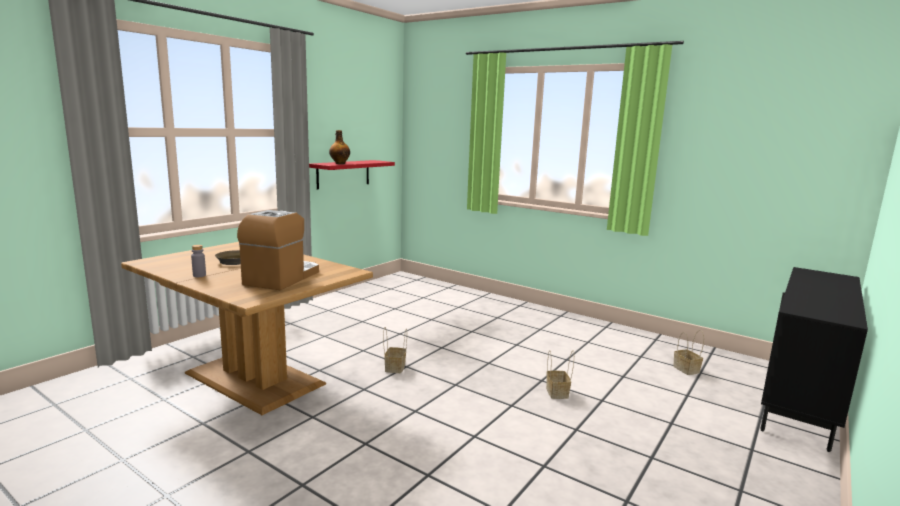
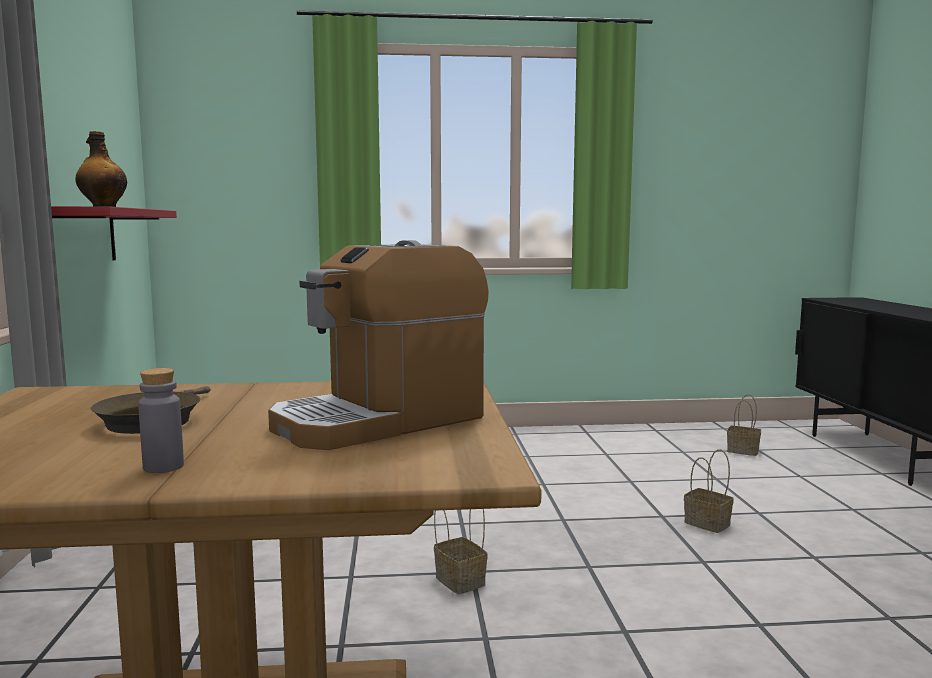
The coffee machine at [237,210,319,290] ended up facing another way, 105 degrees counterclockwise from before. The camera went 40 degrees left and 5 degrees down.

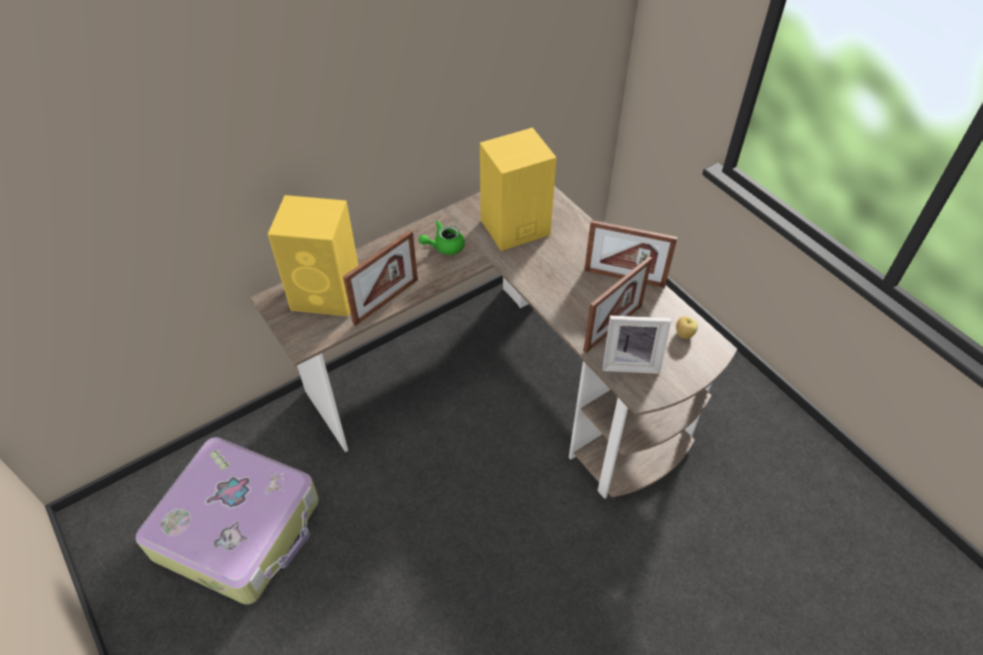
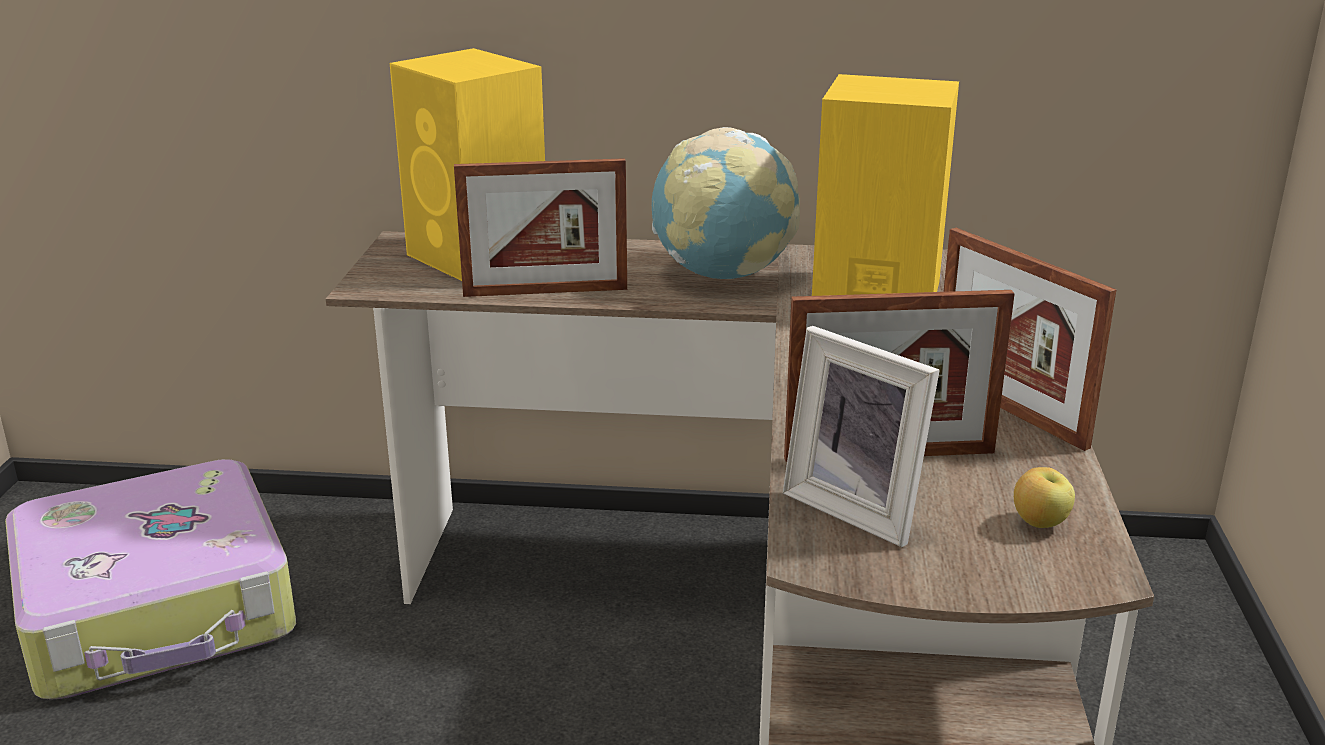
Where the green teapot stood at [419,220,465,255], the globe came to stand at [652,127,800,279]. The camera went 40 degrees right and 25 degrees down.

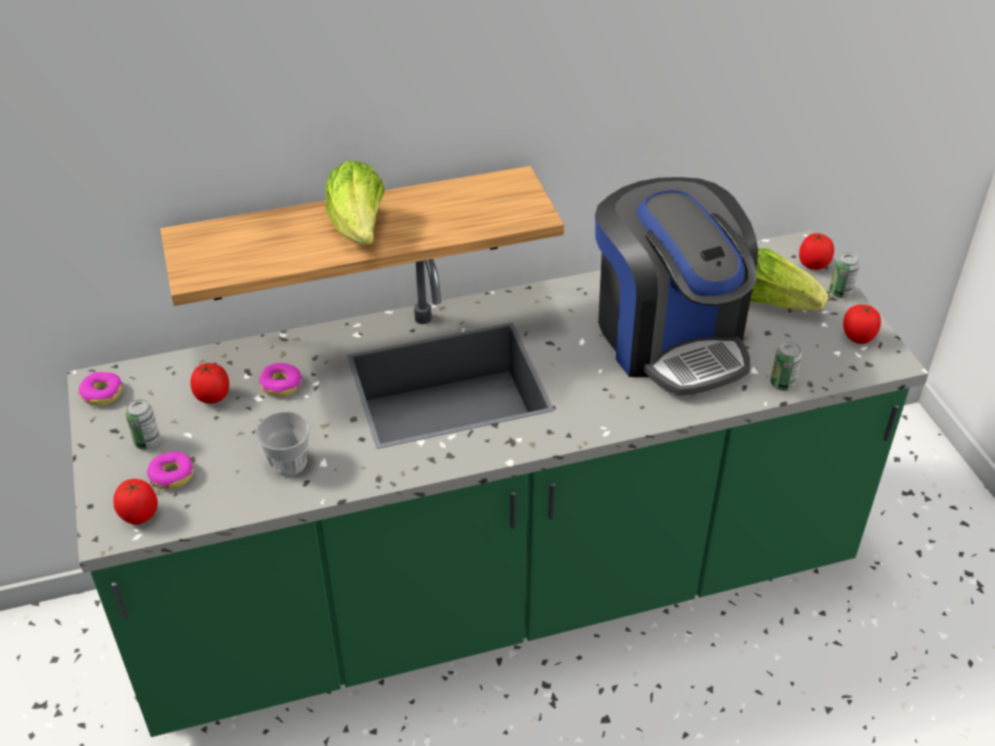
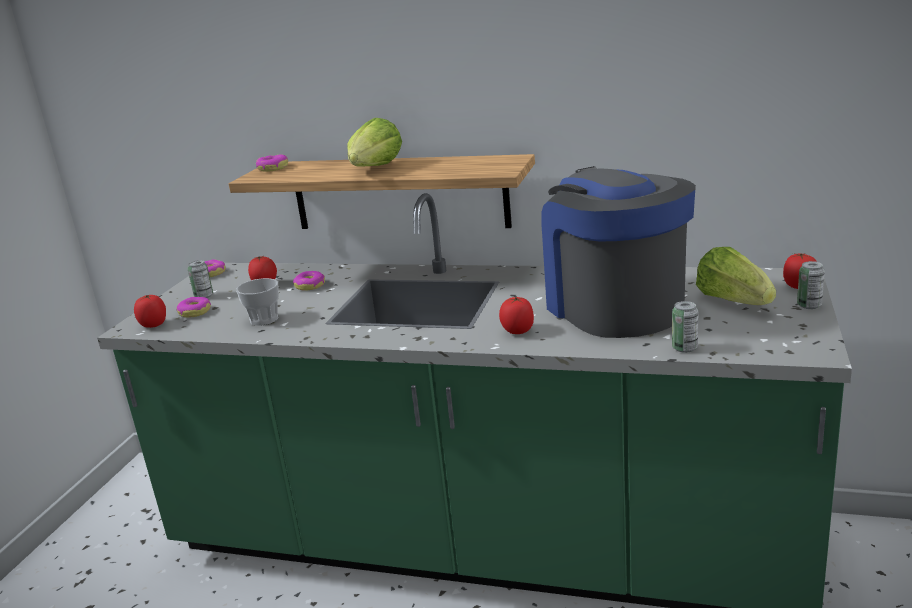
The second view gained the donut at [256,154,288,172]. The tomato ended up elsewhere, having gone from [843,305,881,344] to [499,297,534,334]. The coffee machine at [595,177,758,396] ended up facing another way, 150 degrees clockwise from before. The camera went 35 degrees right and 20 degrees down.

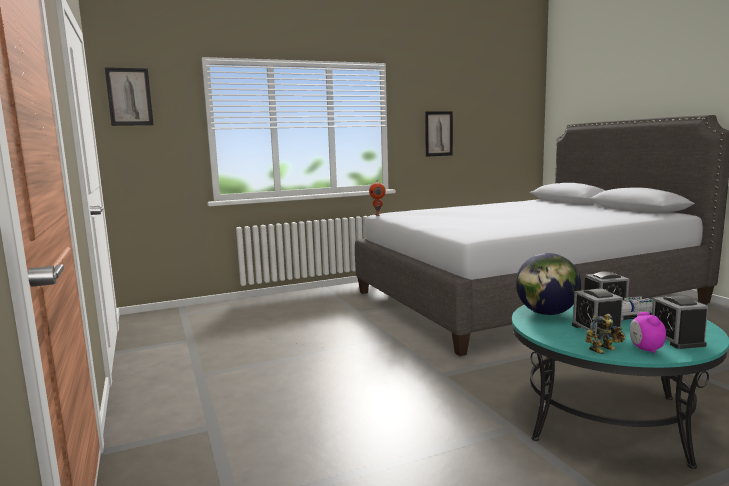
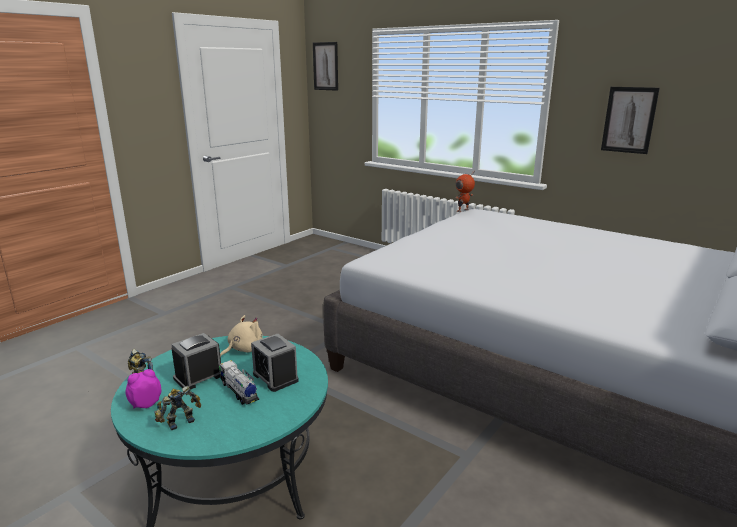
Where the alarm clock stood at [652,296,708,349], the toy robot came to stand at [154,386,201,430]. Where the globe stood at [516,253,581,315], the beige plush toy came to stand at [220,315,263,357]. The camera went 60 degrees right and 10 degrees up.

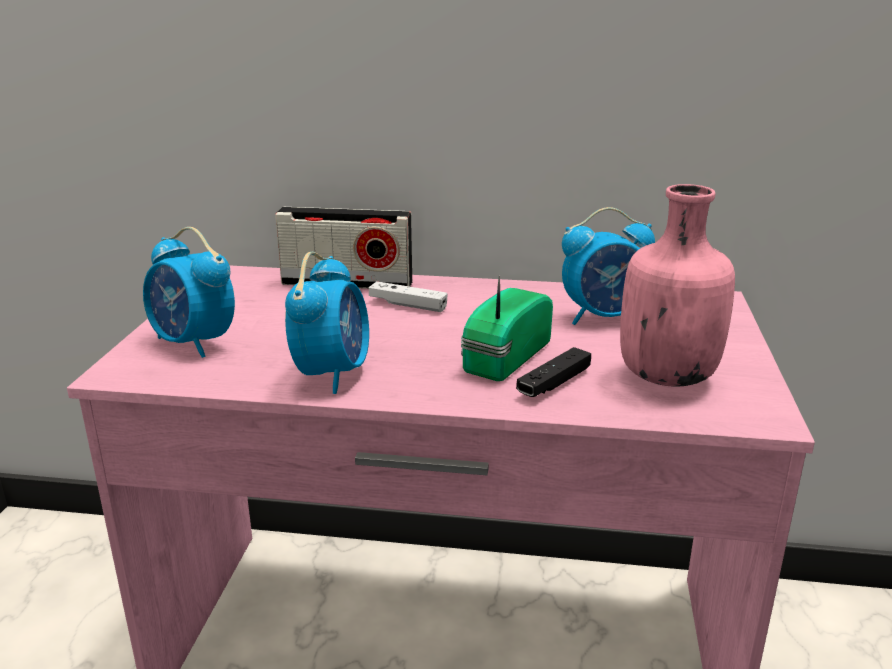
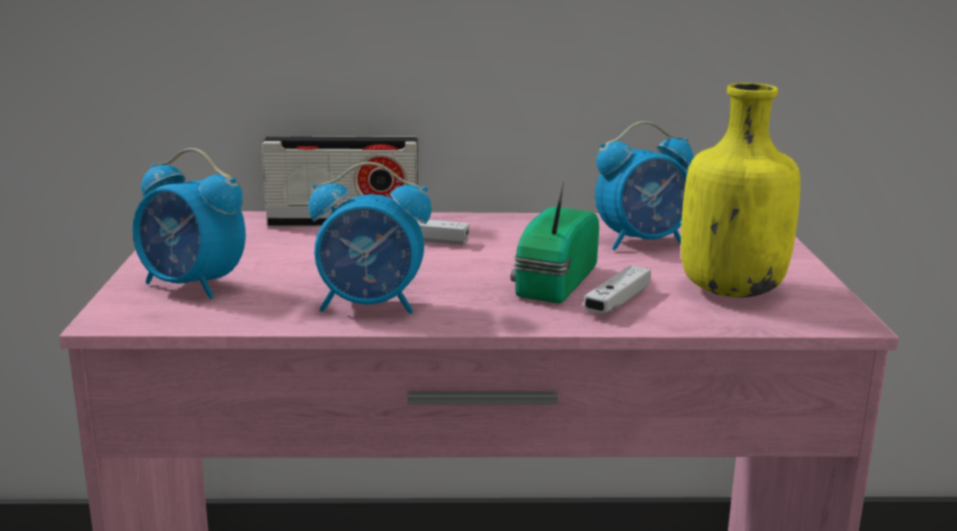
The alarm clock at [285,252,369,394] ended up facing another way, 90 degrees clockwise from before. What was the black game controller at [516,347,591,397] turned into the white game controller at [583,265,651,314]. What was the pink bottle at [620,184,735,387] turned into the yellow bottle at [681,83,801,298]. The camera went 10 degrees left and 5 degrees down.

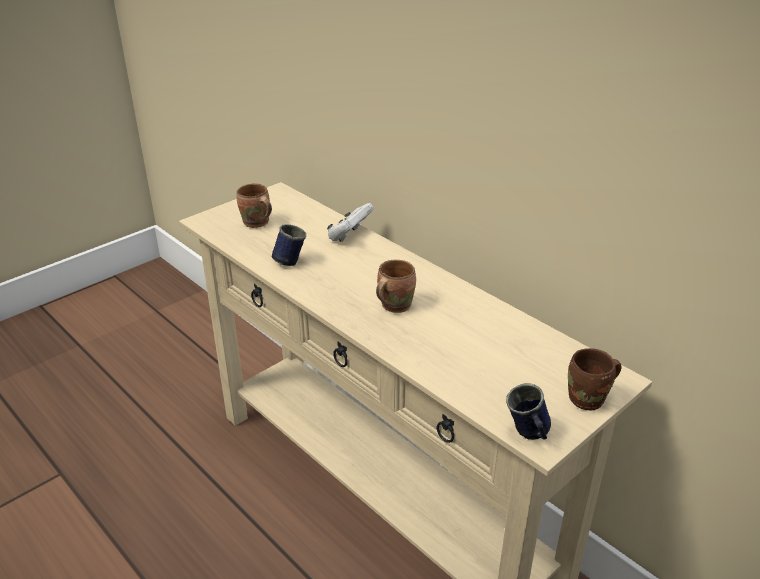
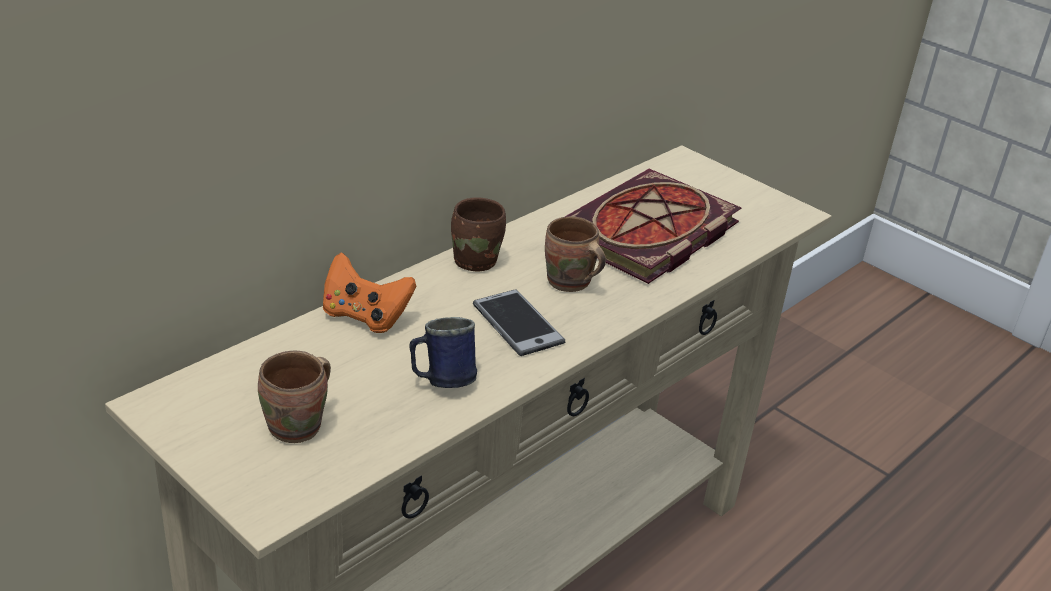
What was the white game controller at [327,203,374,242] turned into the orange game controller at [323,252,416,333]. The brown mug ended up elsewhere, having gone from [568,348,622,410] to [451,197,506,272]. The second view gained the phone at [473,290,565,356]. The second view gained the book at [565,169,741,284]. The second view lost the blue mug at [506,383,551,440]. The camera went 95 degrees left and 0 degrees up.

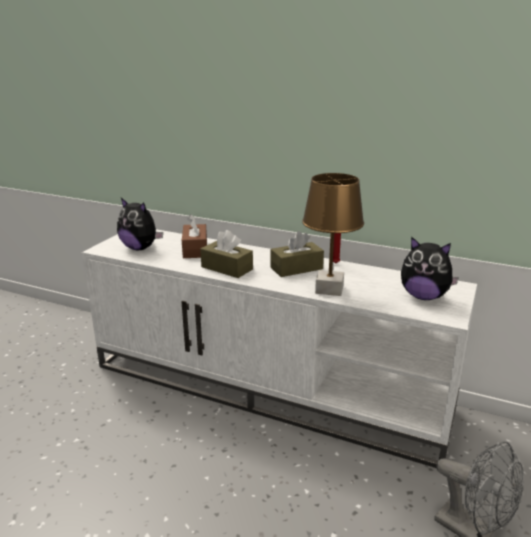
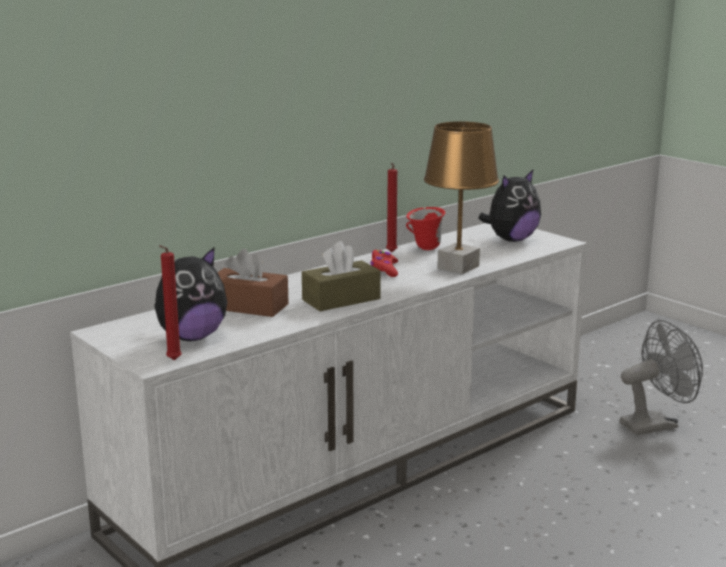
The second view gained the red candle at [159,245,182,360]. Where the brown tissue box stood at [270,231,324,277], the red game controller came to stand at [370,250,398,277]. The second view gained the red mug at [406,207,445,250]. The camera went 65 degrees left and 5 degrees down.

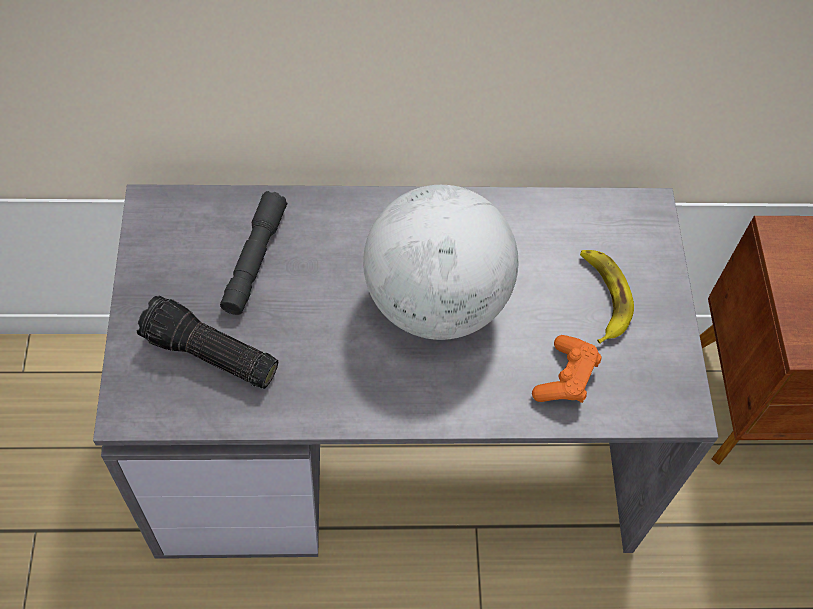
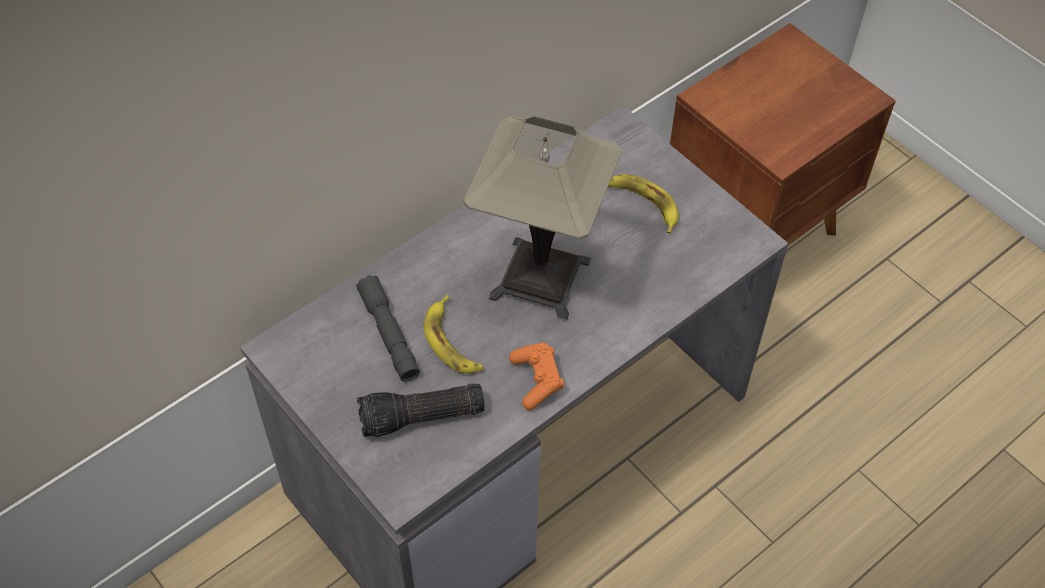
The second view gained the banana at [424,295,483,373]. Where the globe stood at [363,185,518,340], the table lamp came to stand at [463,115,622,321]. The orange game controller ended up elsewhere, having gone from [532,335,601,403] to [509,343,564,410]. The camera went 35 degrees left and 5 degrees down.

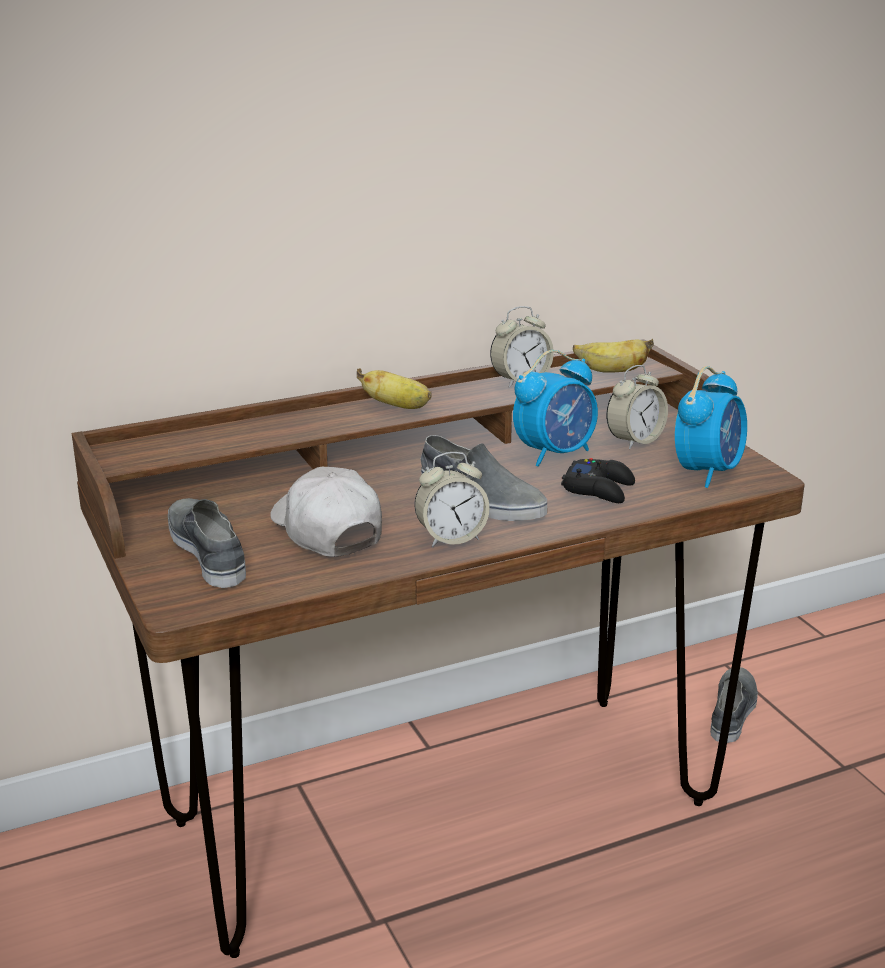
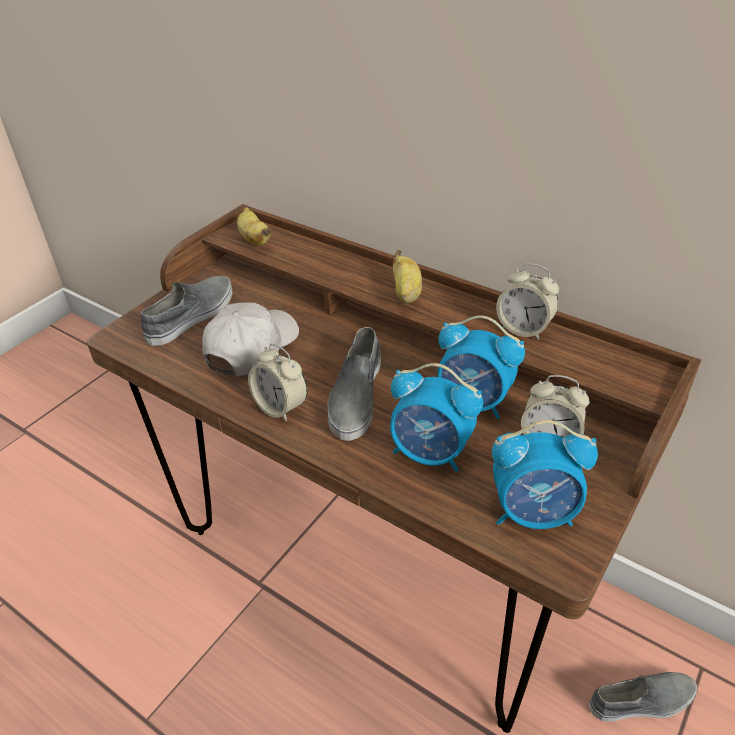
The banana ended up elsewhere, having gone from [573,339,654,373] to [237,207,271,245]. Where the black game controller stood at [561,458,635,503], the alarm clock came to stand at [390,363,483,472]. The camera went 60 degrees right and 15 degrees up.

